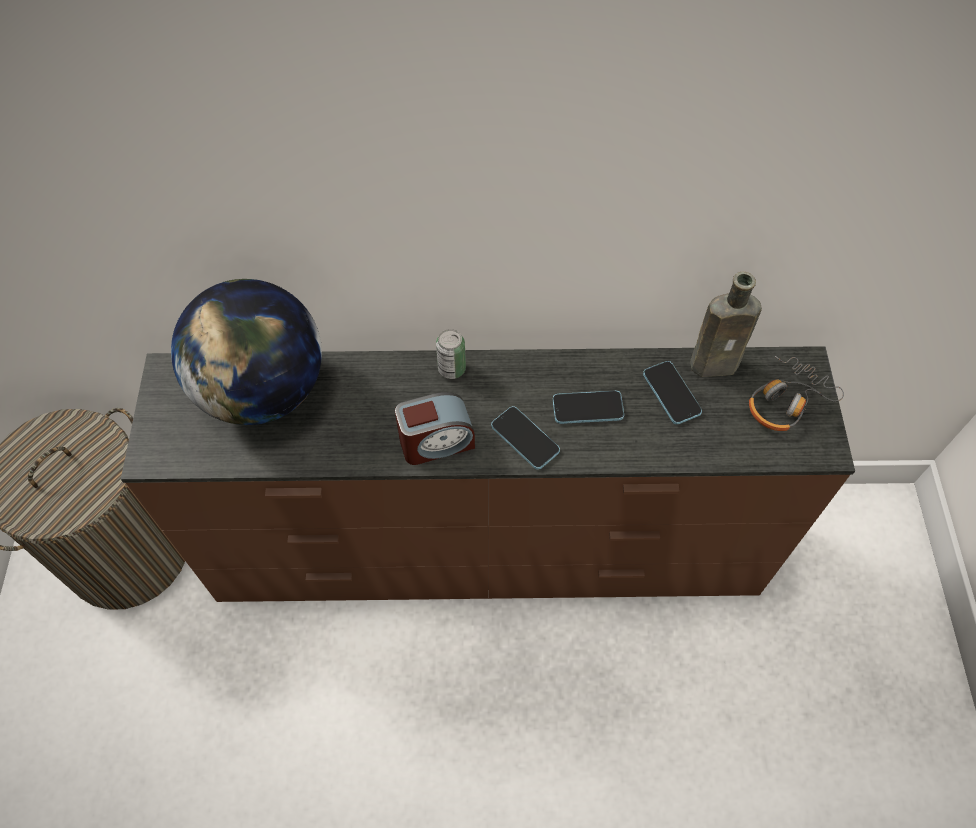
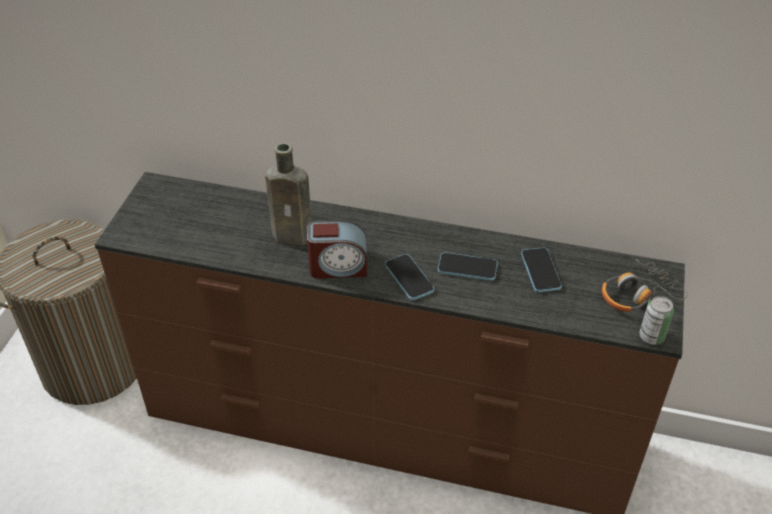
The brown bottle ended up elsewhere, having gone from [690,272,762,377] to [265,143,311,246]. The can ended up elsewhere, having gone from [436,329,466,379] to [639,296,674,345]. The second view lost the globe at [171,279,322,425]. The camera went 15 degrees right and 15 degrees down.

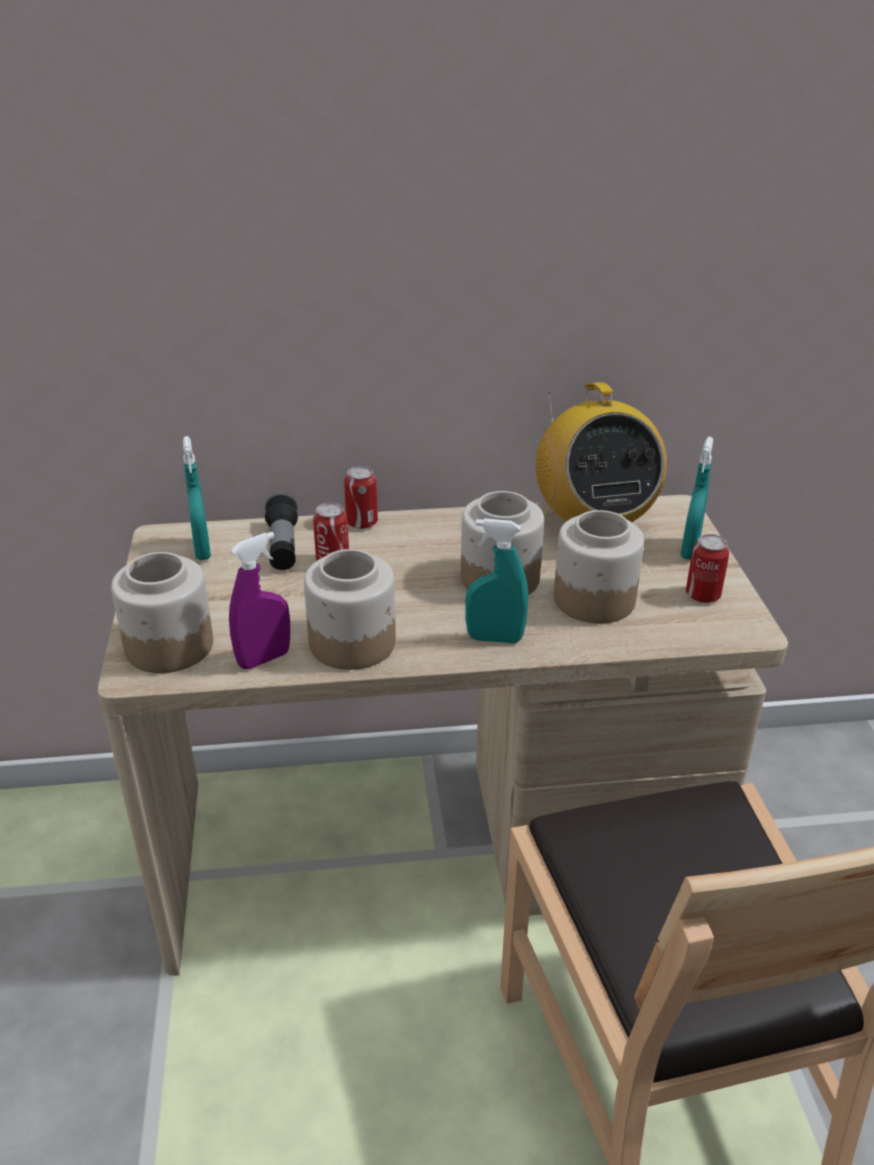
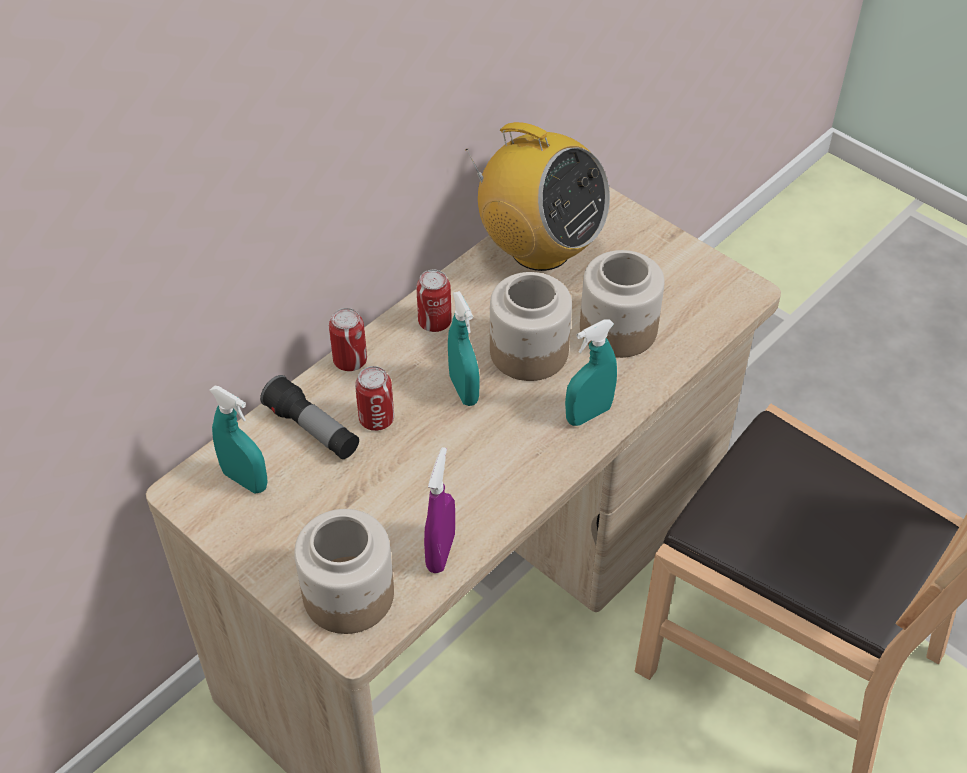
The can ended up elsewhere, having gone from [686,534,729,603] to [417,270,452,332]. The turquoise spray bottle ended up elsewhere, having gone from [680,437,713,560] to [448,291,479,406]. The second view lost the jar at [304,549,396,670]. The camera went 40 degrees left and 15 degrees up.

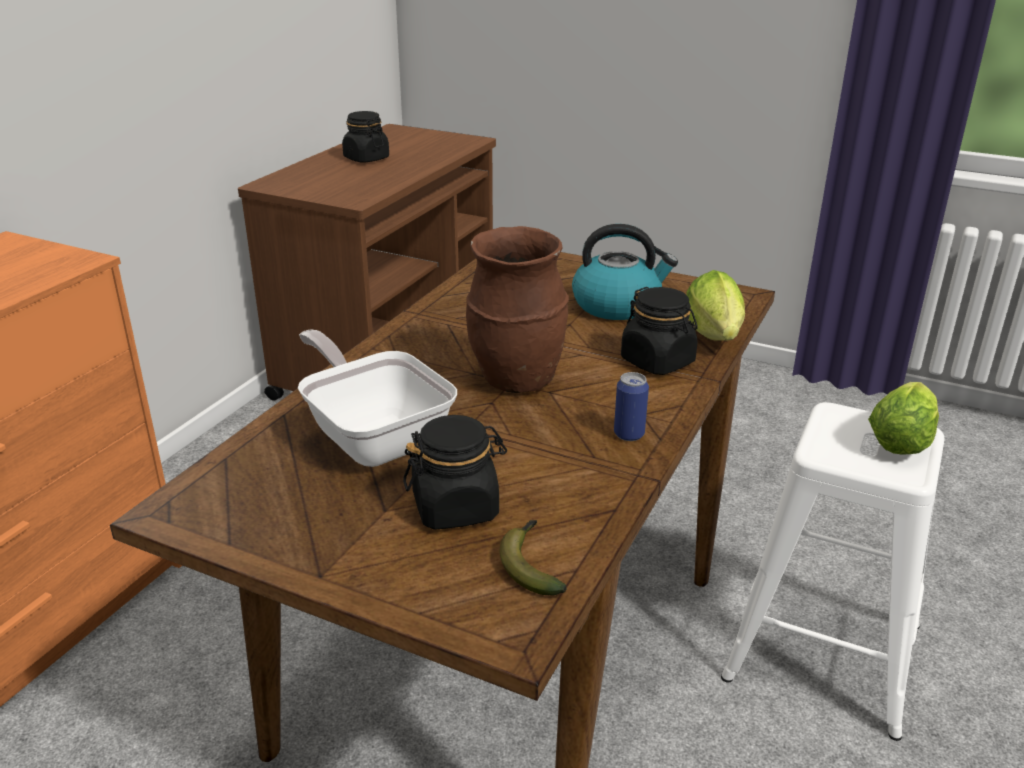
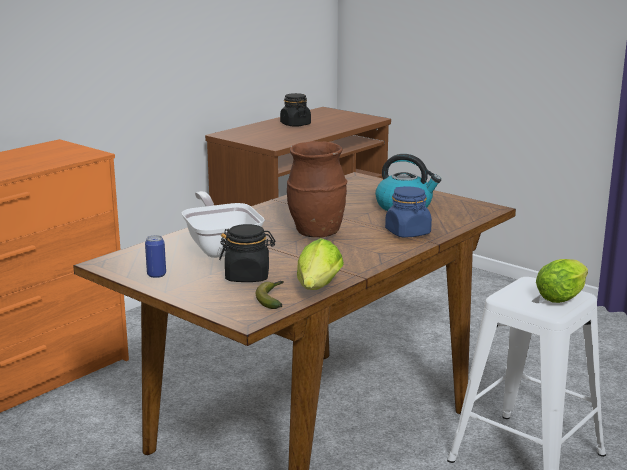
The can ended up elsewhere, having gone from [614,372,649,441] to [145,235,166,278]. The lettuce ended up elsewhere, having gone from [686,270,745,341] to [297,238,344,290]. What was the black jar at [621,287,698,375] turned into the blue jar at [385,186,432,238]. The camera went 15 degrees right and 10 degrees down.

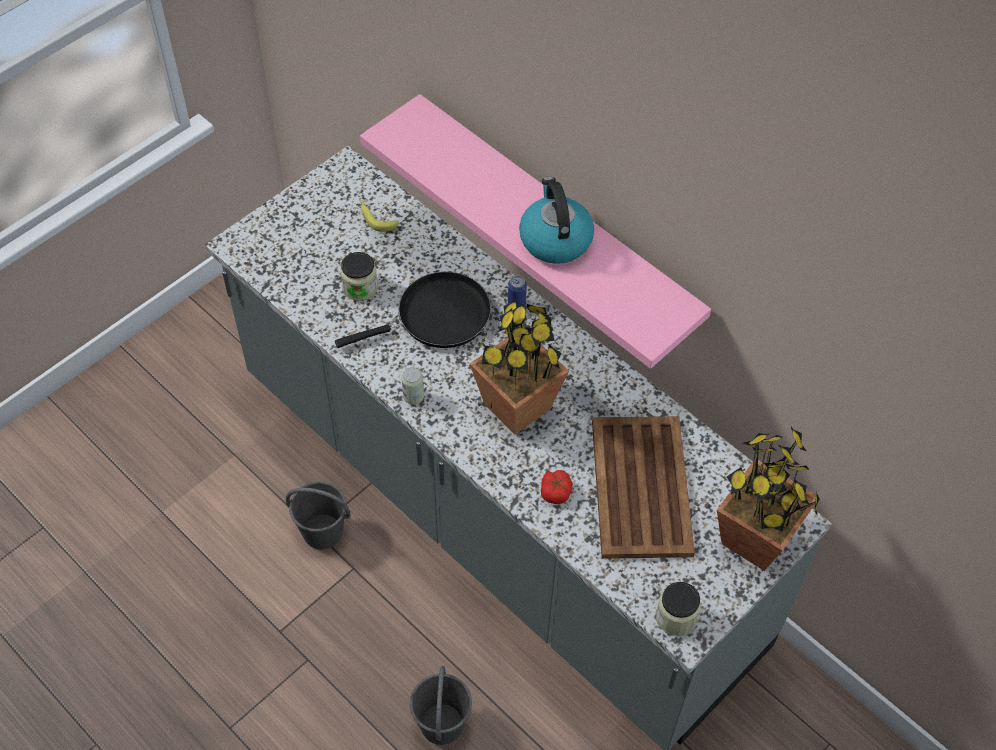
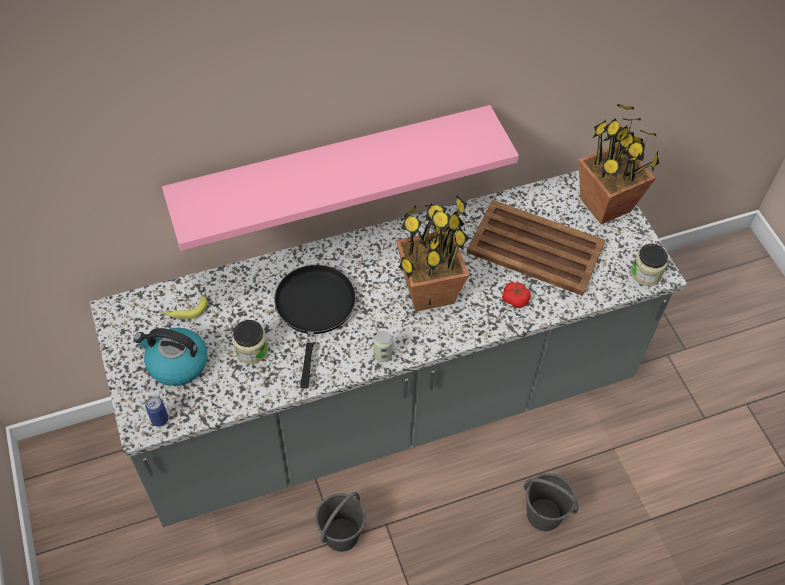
The kettle ended up elsewhere, having gone from [519,177,594,264] to [134,328,208,386]. The can ended up elsewhere, having gone from [508,275,527,308] to [145,396,168,426]. The camera went 65 degrees left and 0 degrees up.

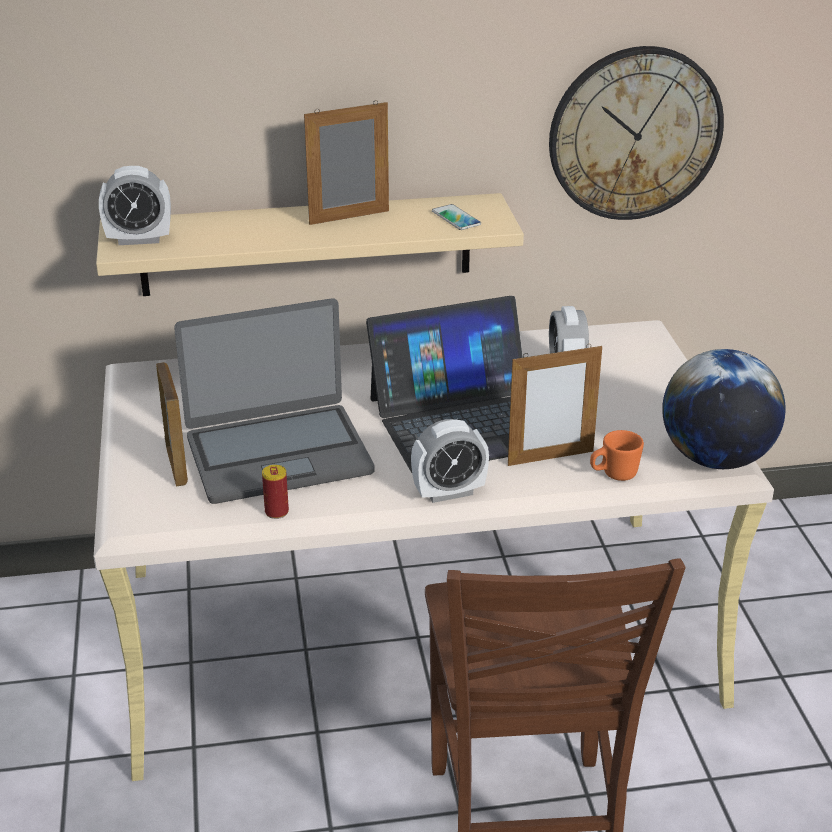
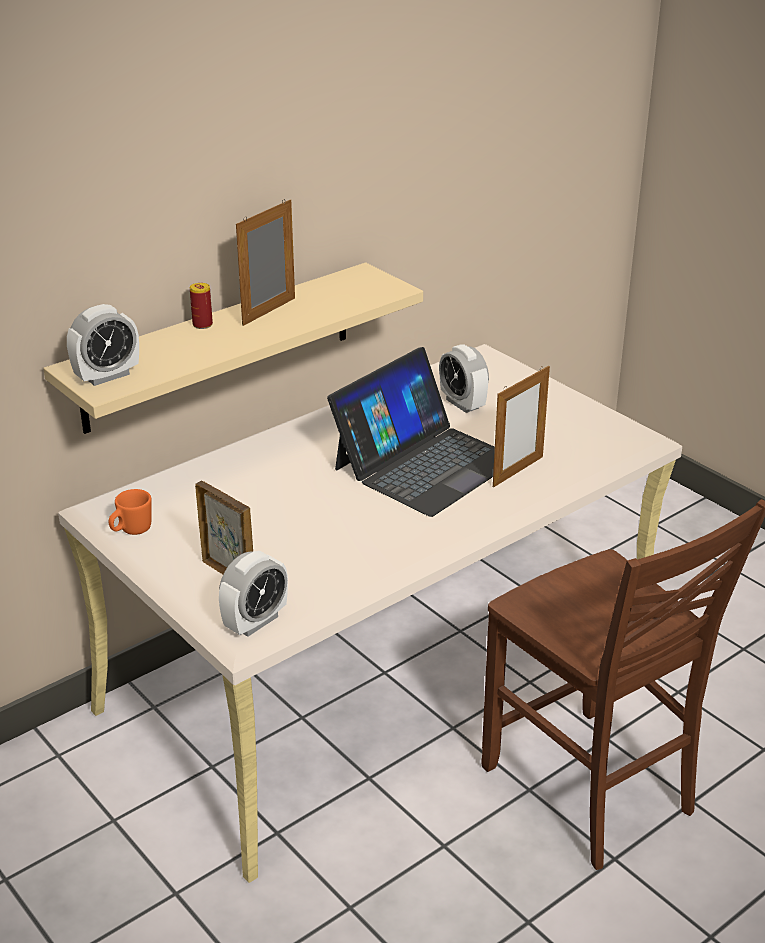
The orange mug ended up elsewhere, having gone from [590,430,644,481] to [109,489,152,535]. The can ended up elsewhere, having gone from [262,465,289,519] to [190,283,213,329]. The alarm clock ended up elsewhere, having gone from [411,419,489,503] to [219,551,288,637]. The second view lost the laptop at [174,298,375,504]. The second view lost the phone at [432,204,481,230]. The second view lost the wall clock at [549,46,724,220]. The second view lost the globe at [662,349,786,469]. The camera went 30 degrees left and 0 degrees up.

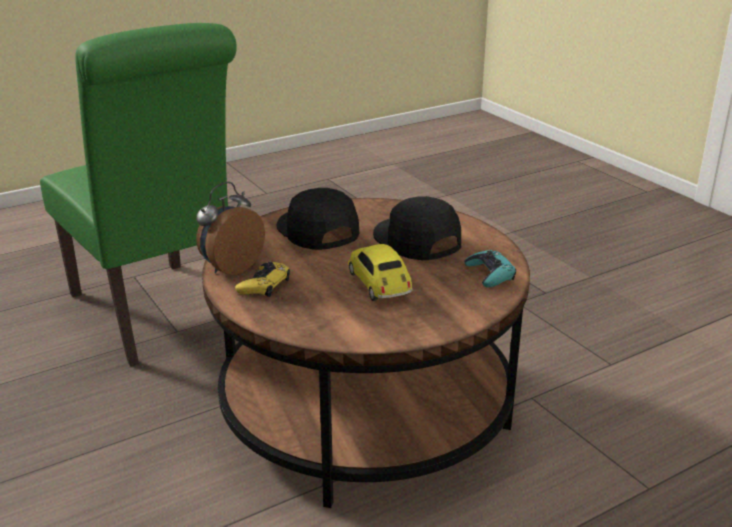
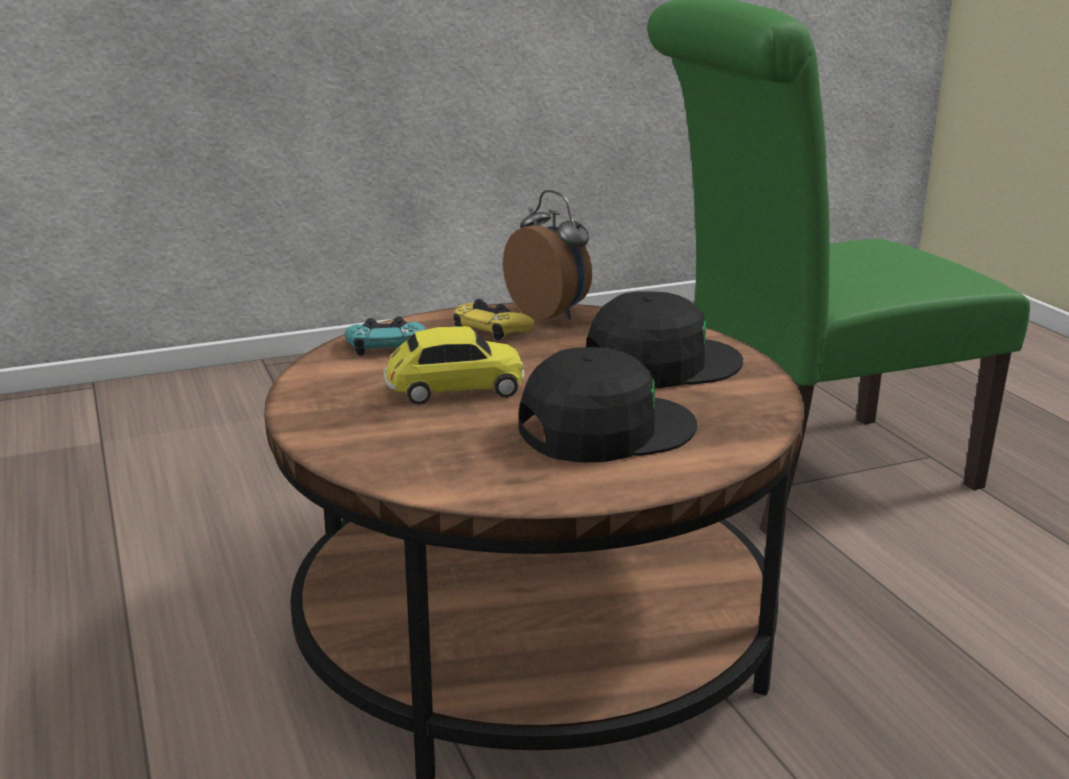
The turquoise game controller ended up elsewhere, having gone from [464,250,516,287] to [345,316,426,356]. The camera went 100 degrees right and 5 degrees down.

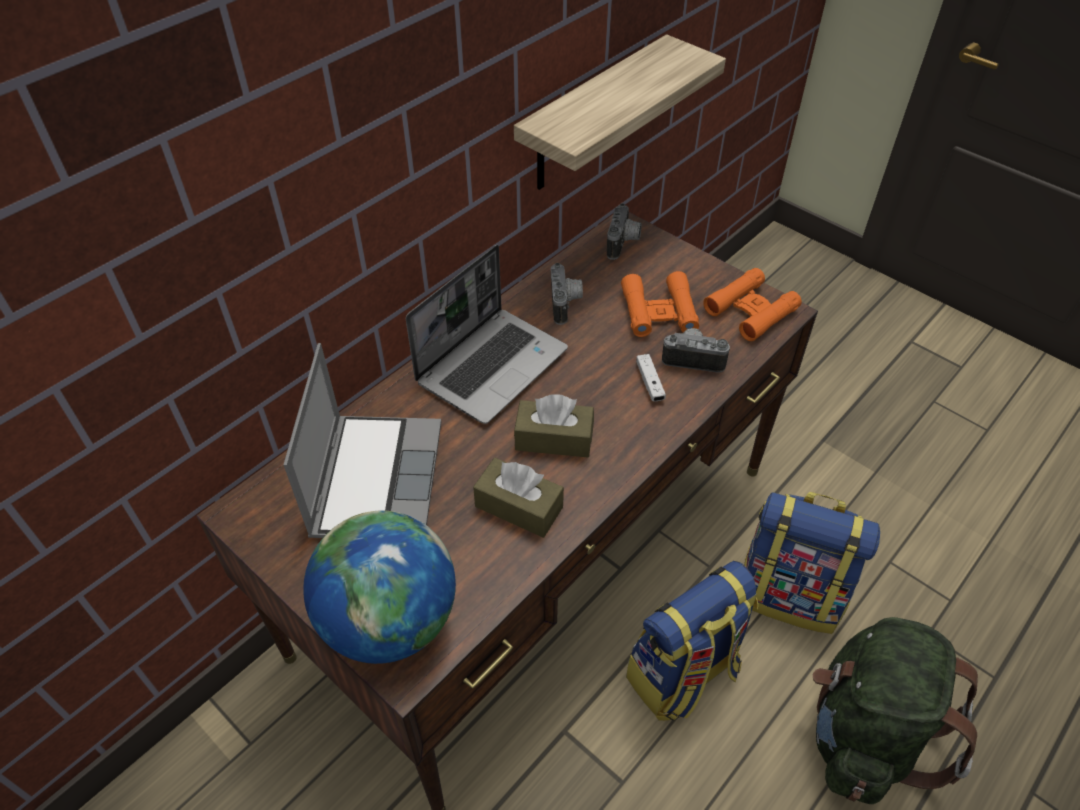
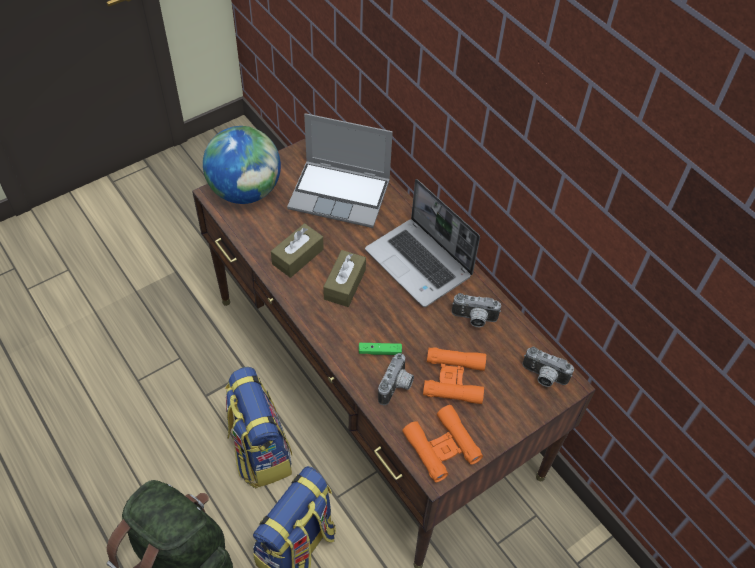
What was the white game controller at [636,354,666,401] turned into the green game controller at [359,343,402,355]. The second view lost the shelf at [514,34,726,190]. The camera went 100 degrees right and 5 degrees up.

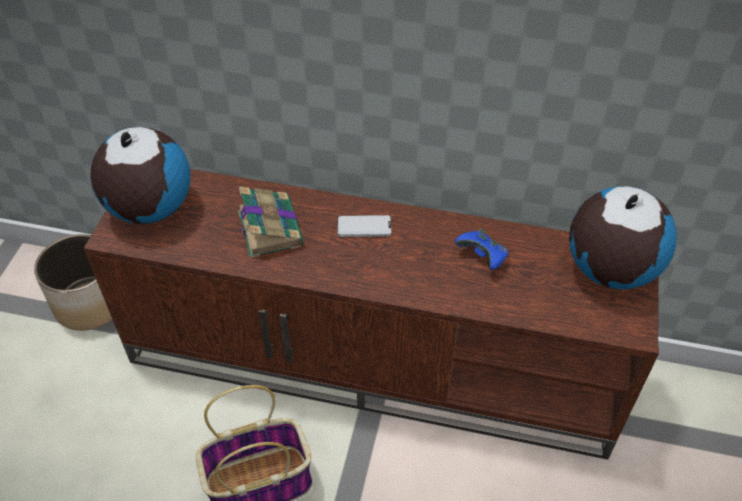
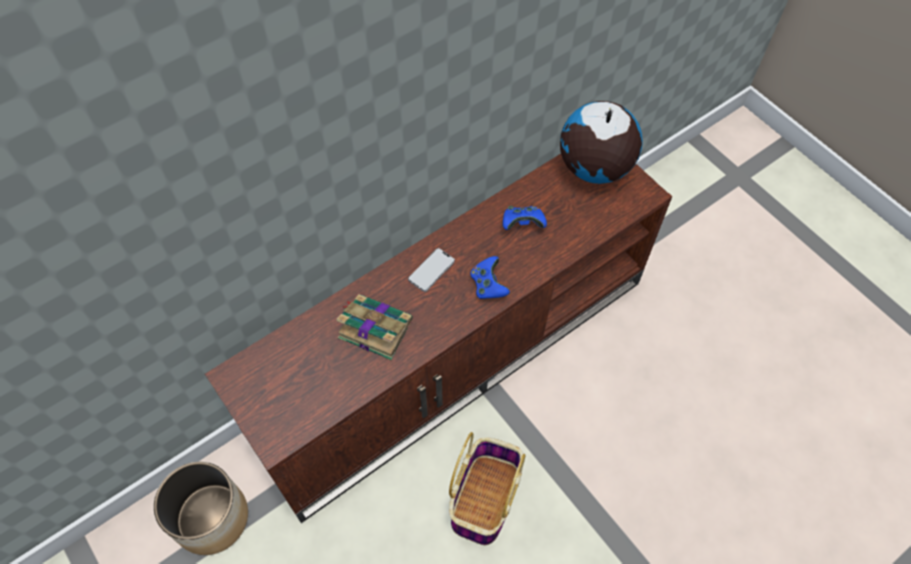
The second view gained the blue game controller at [470,256,510,299]. The second view lost the globe at [90,127,191,224]. The camera went 50 degrees left and 10 degrees up.

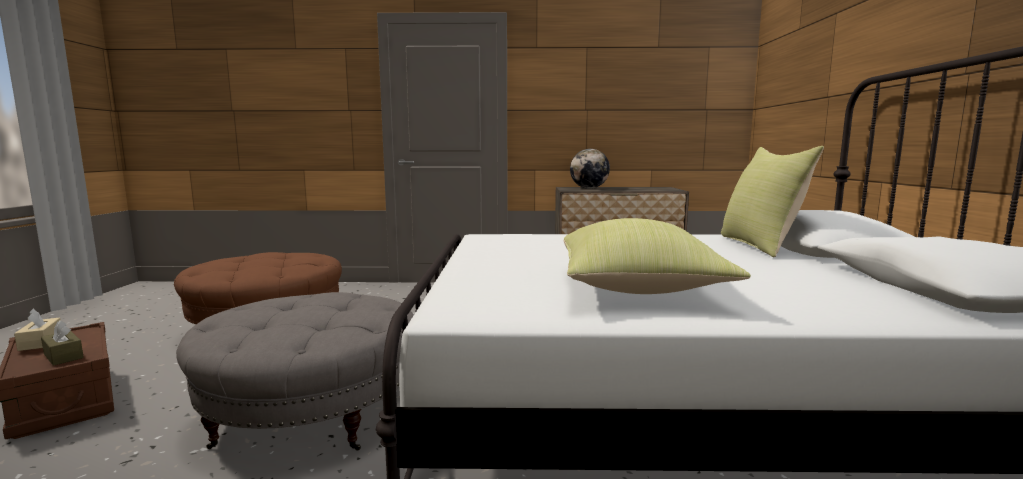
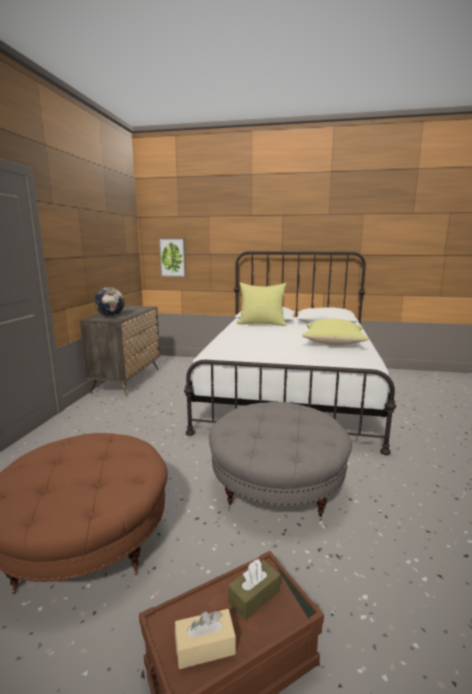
The second view gained the picture at [158,237,186,278]. The camera went 80 degrees left and 5 degrees up.

